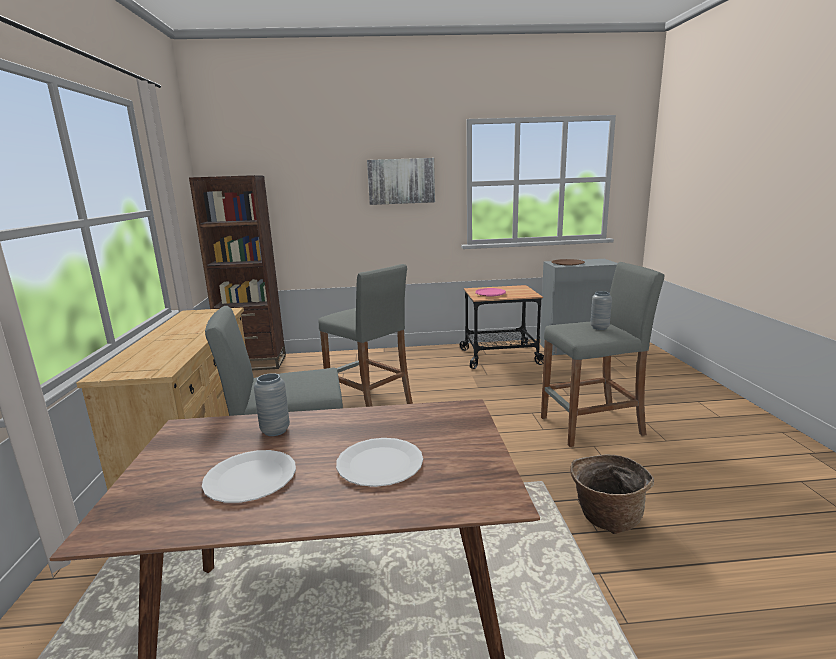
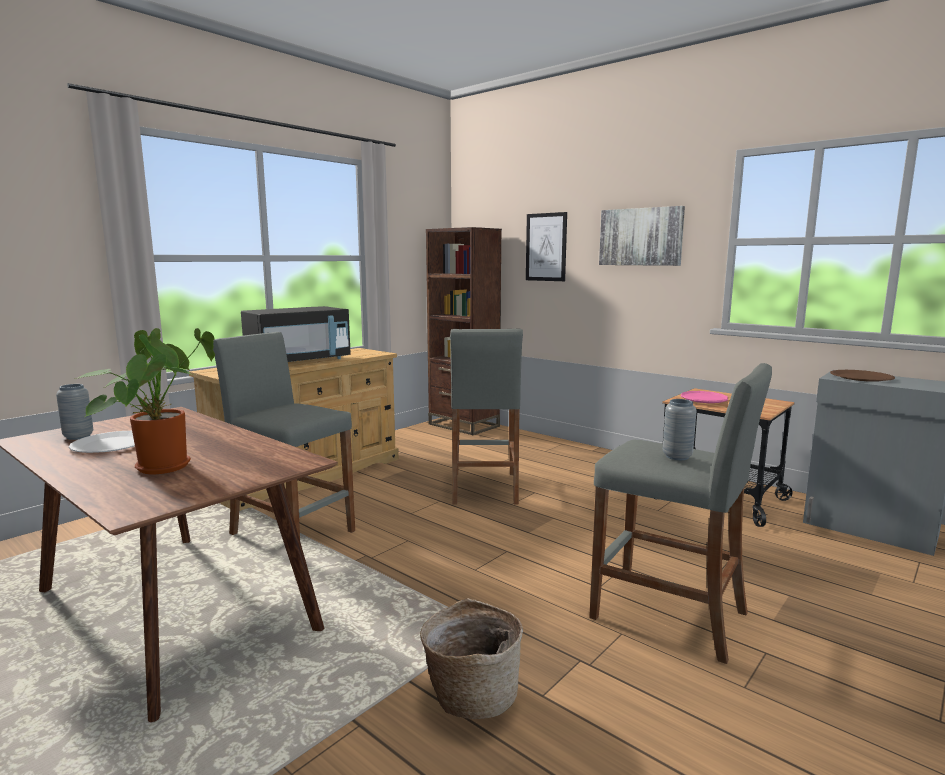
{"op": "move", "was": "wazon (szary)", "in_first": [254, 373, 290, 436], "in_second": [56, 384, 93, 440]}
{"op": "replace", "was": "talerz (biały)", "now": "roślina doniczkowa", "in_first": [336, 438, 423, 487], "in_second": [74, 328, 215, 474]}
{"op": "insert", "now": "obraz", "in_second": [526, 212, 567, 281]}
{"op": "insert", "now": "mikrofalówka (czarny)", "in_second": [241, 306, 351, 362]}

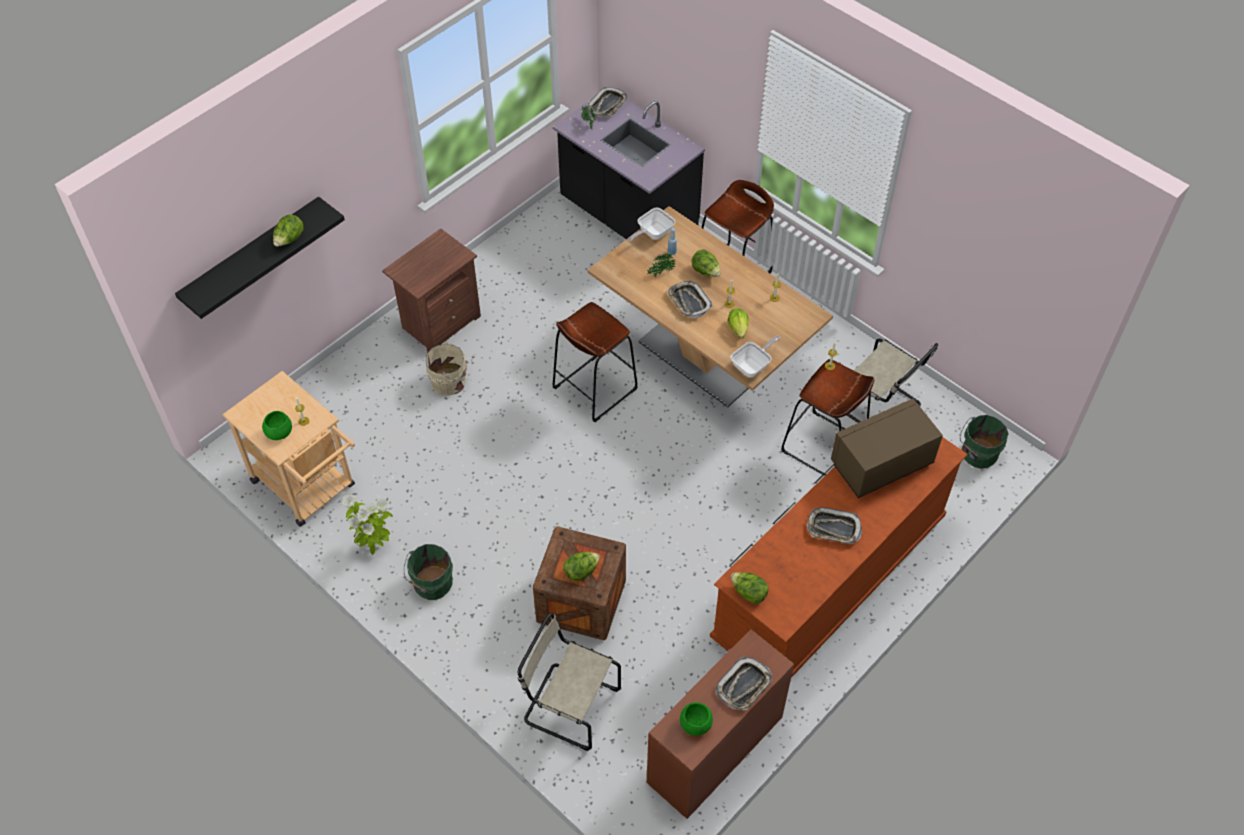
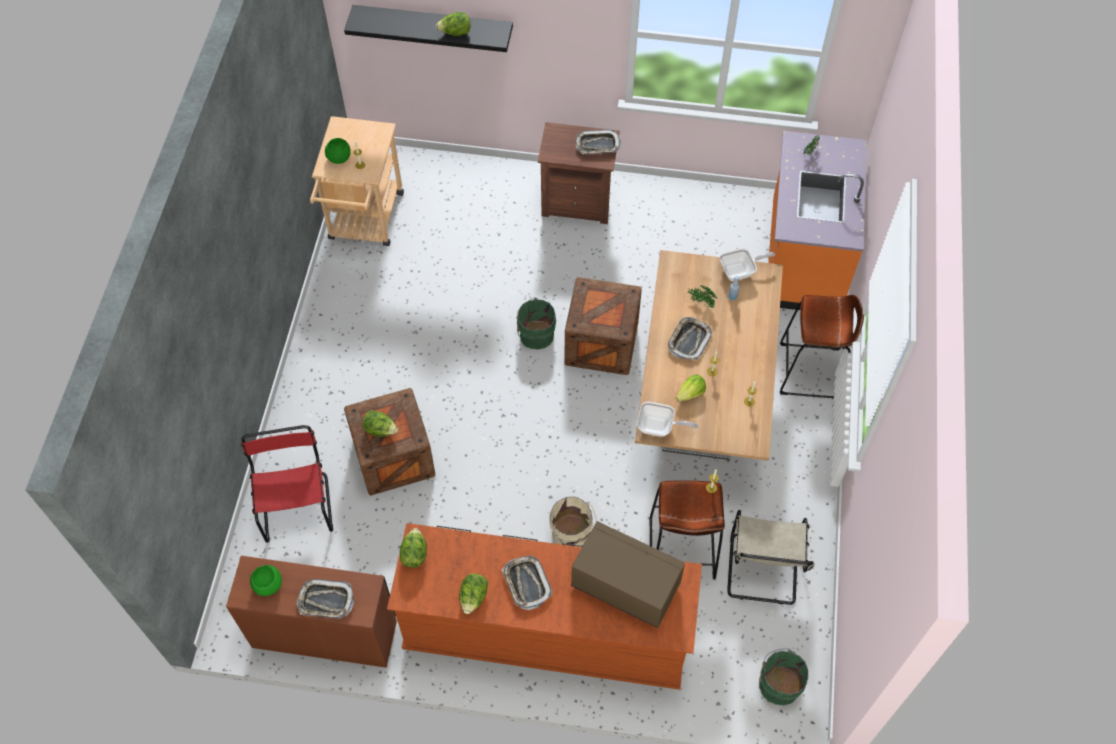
{"op": "move", "was": "taca", "in_first": [587, 87, 628, 117], "in_second": [575, 129, 621, 154]}
{"op": "recolor", "was": "zabudowa kuchenna (czarny)", "now": "zabudowa kuchenna (pomarańczowy)", "in_first": [553, 98, 705, 239], "in_second": [768, 131, 867, 310]}
{"op": "rotate", "was": "patelnia", "in_first": [628, 207, 675, 242], "in_second": [719, 248, 775, 281], "clockwise": 150}
{"op": "move", "was": "sałata", "in_first": [692, 249, 721, 277], "in_second": [459, 574, 488, 614]}
{"op": "replace", "was": "stołek (brązowy)", "now": "skrzynka", "in_first": [553, 302, 637, 422], "in_second": [564, 277, 642, 375]}
{"op": "move", "was": "wiadro (beżowy)", "in_first": [426, 342, 467, 396], "in_second": [549, 497, 597, 547]}
{"op": "delete", "was": "roślina doniczkowa", "in_first": [341, 495, 393, 554]}
{"op": "move", "was": "wiadro (zielony)", "in_first": [404, 544, 453, 600], "in_second": [517, 297, 556, 349]}
{"op": "recolor", "was": "krzesło (beżowy)", "now": "krzesło (czerwony)", "in_first": [518, 613, 621, 751], "in_second": [241, 425, 333, 543]}

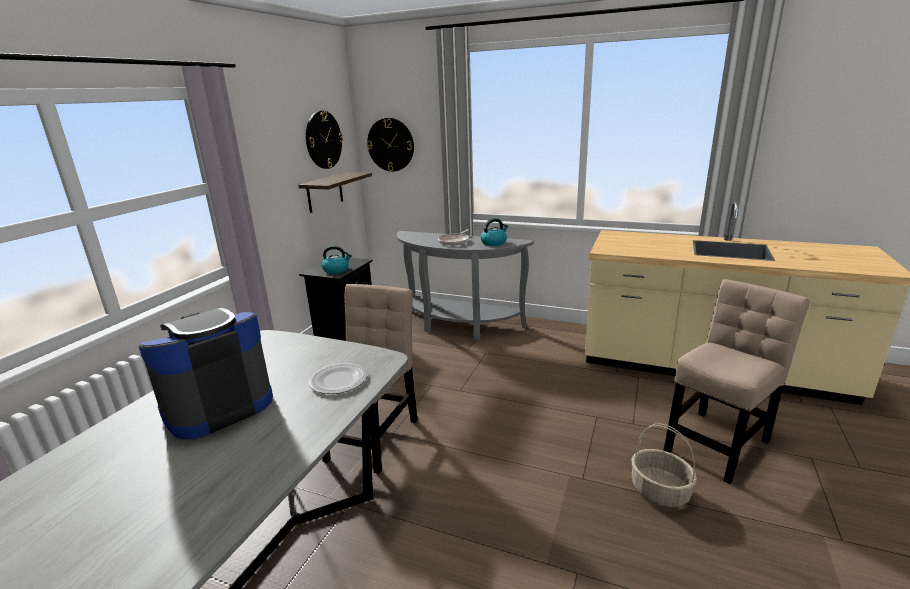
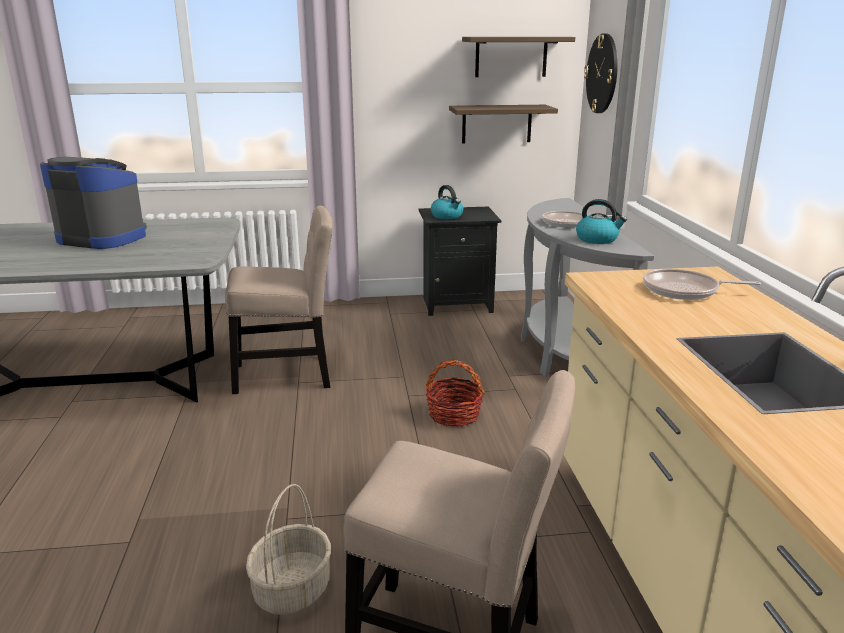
{"op": "replace", "was": "zegar ścienny", "now": "półka", "in_first": [306, 111, 343, 169], "in_second": [462, 37, 575, 77]}
{"op": "delete", "was": "talerz", "in_first": [309, 363, 367, 394]}
{"op": "insert", "now": "patelnia", "in_second": [643, 269, 761, 300]}
{"op": "insert", "now": "koszyk", "in_second": [426, 360, 485, 427]}

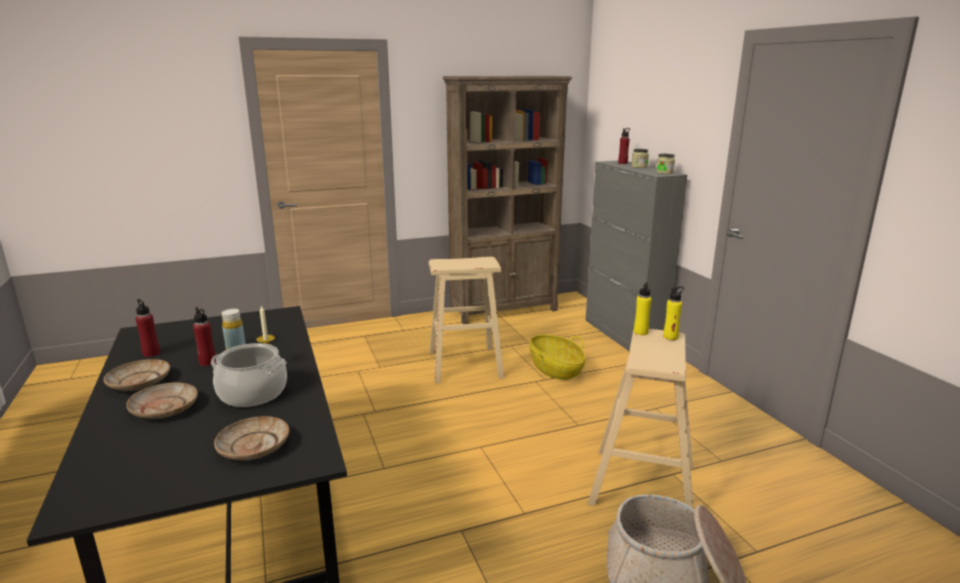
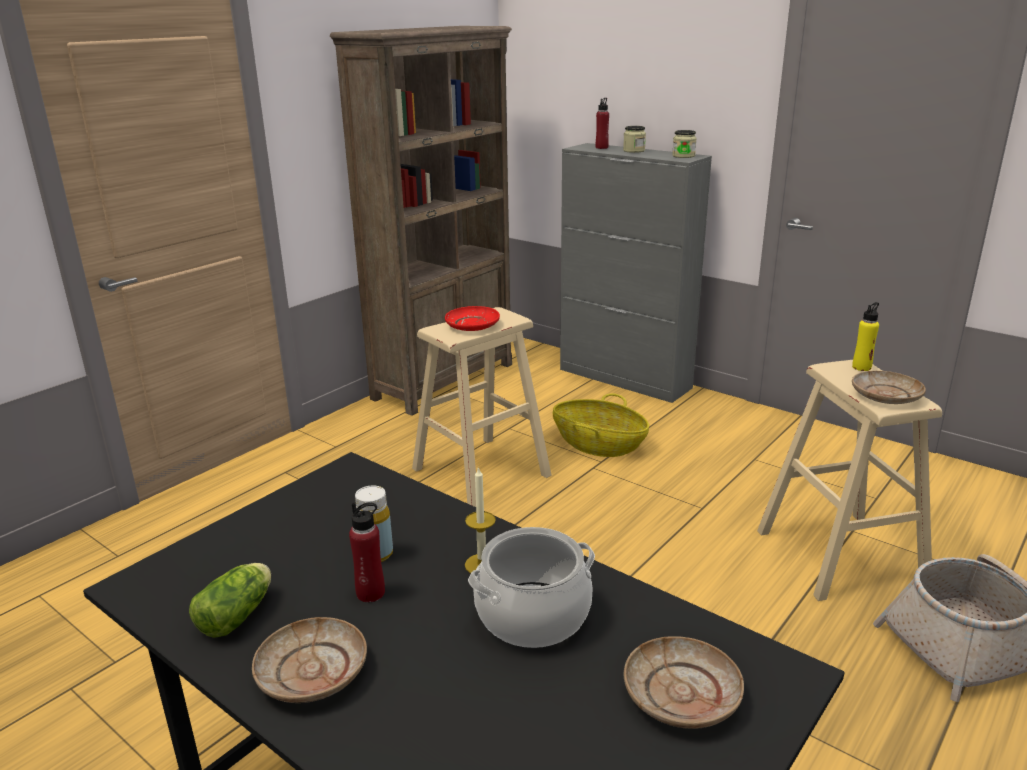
{"op": "delete", "was": "butelka (żółty)", "in_first": [634, 282, 652, 335]}
{"op": "replace", "was": "butelka (czerwony)", "now": "sałata", "in_first": [135, 299, 160, 357], "in_second": [189, 563, 271, 638]}
{"op": "move", "was": "talerz (beżowy)", "in_first": [126, 382, 198, 419], "in_second": [852, 371, 926, 404]}
{"op": "insert", "now": "talerz (czerwony)", "in_second": [445, 306, 500, 331]}

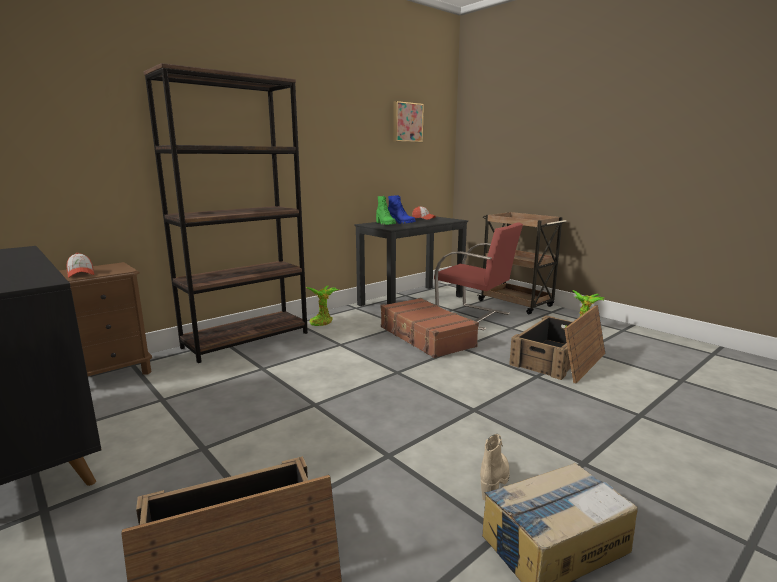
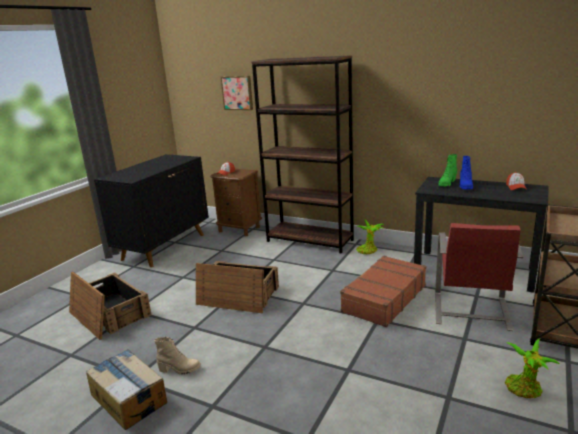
{"op": "move", "was": "obraz", "in_first": [393, 101, 424, 142], "in_second": [221, 76, 253, 110]}
{"op": "move", "was": "skrzynka", "in_first": [509, 305, 605, 383], "in_second": [196, 261, 279, 313]}

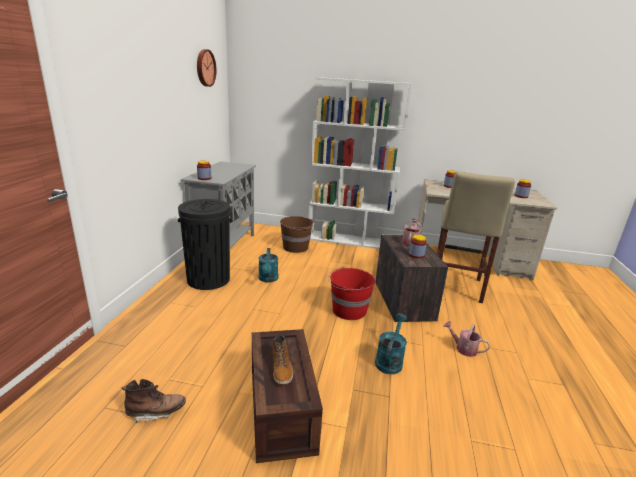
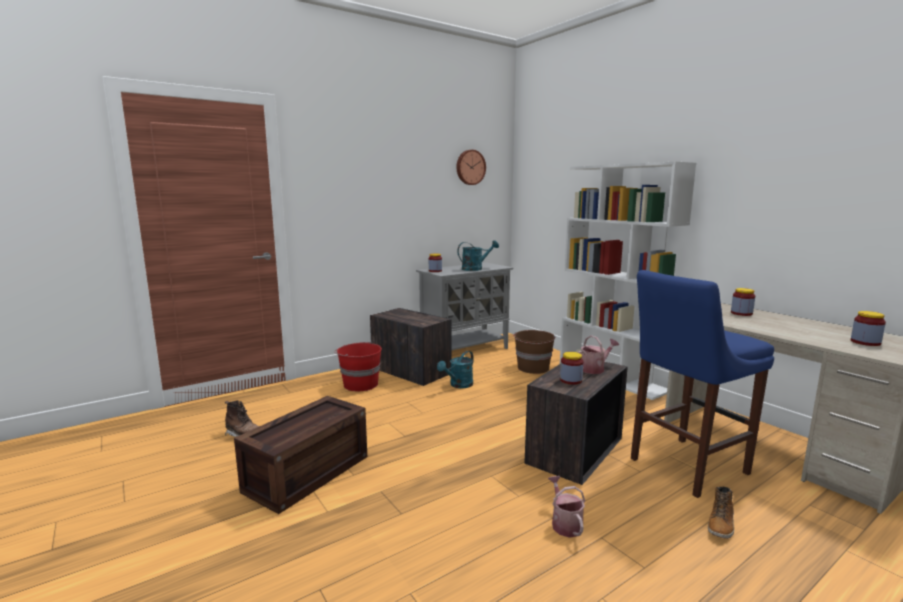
{"op": "recolor", "was": "stołek (beżowy)", "now": "stołek (niebieski)", "in_first": [437, 171, 515, 303], "in_second": [631, 270, 774, 498]}
{"op": "replace", "was": "kosz na śmieci (czarny)", "now": "skrzynka", "in_first": [178, 199, 232, 290], "in_second": [370, 308, 451, 386]}
{"op": "move", "was": "wiadro (czerwony)", "in_first": [328, 267, 375, 320], "in_second": [335, 342, 382, 391]}
{"op": "move", "was": "konewka (turkusowy)", "in_first": [375, 314, 407, 374], "in_second": [457, 240, 499, 271]}
{"op": "move", "was": "but z cholewką", "in_first": [273, 335, 293, 384], "in_second": [708, 487, 734, 539]}

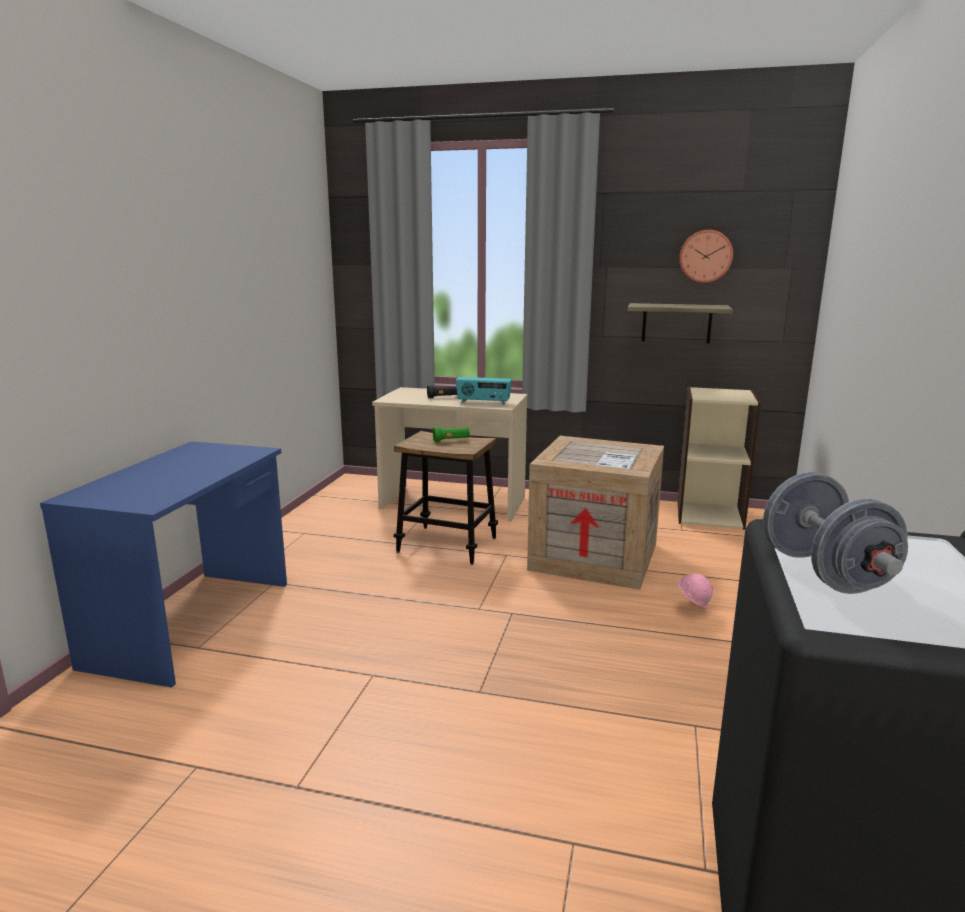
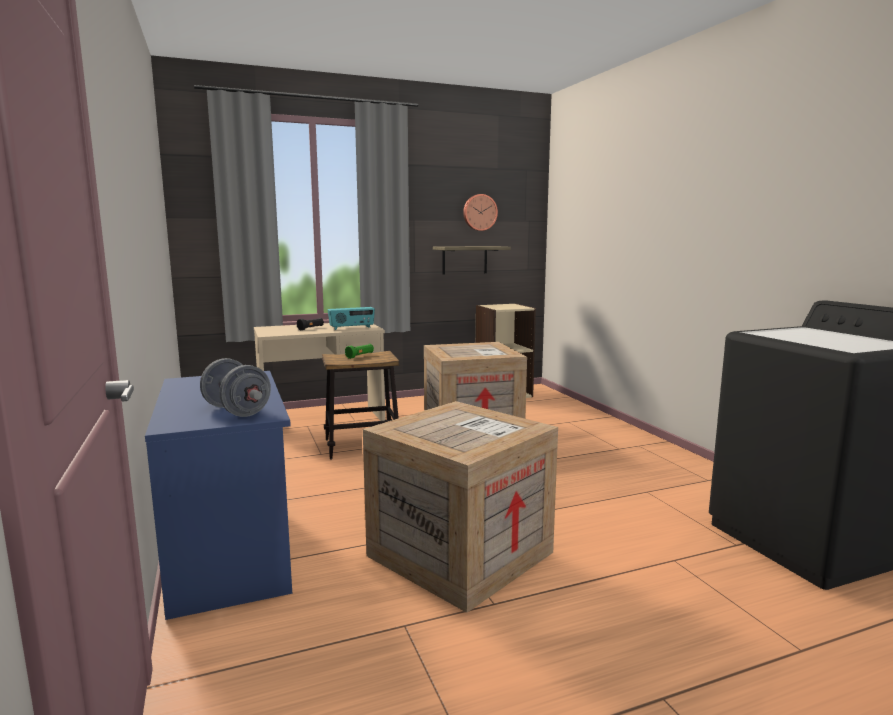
{"op": "move", "was": "hantel (szary)", "in_first": [763, 472, 908, 594], "in_second": [200, 358, 271, 417]}
{"op": "delete", "was": "kask (różowy)", "in_first": [677, 573, 713, 610]}
{"op": "insert", "now": "skrzynka", "in_second": [363, 401, 558, 613]}

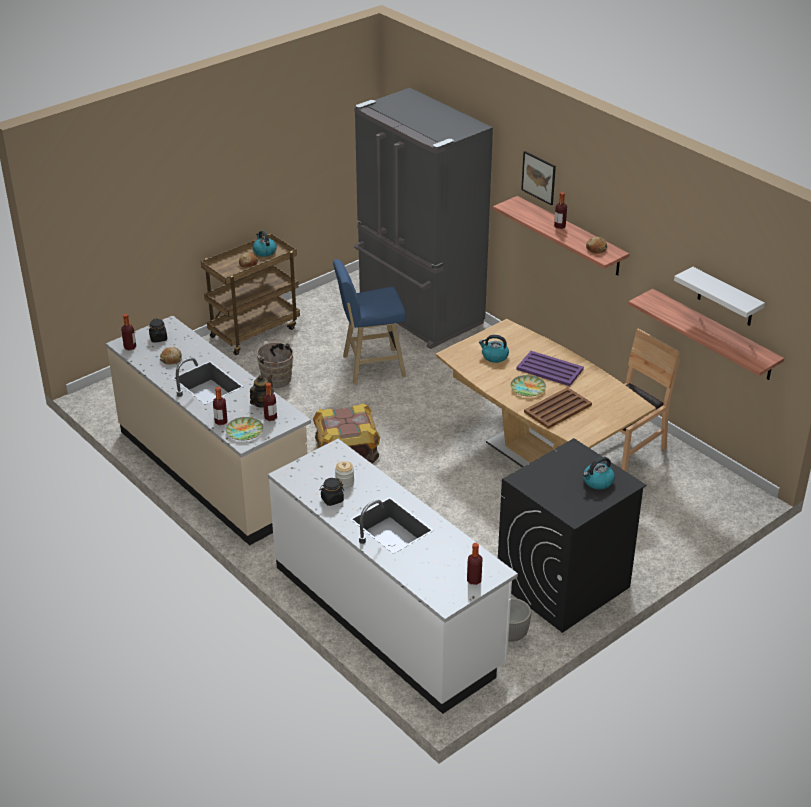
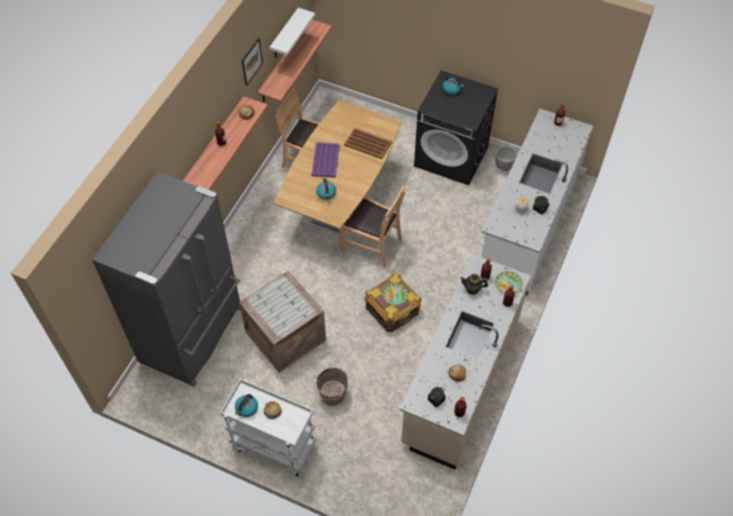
{"op": "move", "was": "obraz", "in_first": [521, 151, 556, 205], "in_second": [242, 38, 263, 86]}
{"op": "recolor", "was": "wózek (brązowy)", "now": "wózek (biały)", "in_first": [201, 233, 300, 355], "in_second": [220, 379, 317, 477]}
{"op": "replace", "was": "stołek (niebieski)", "now": "skrzynka", "in_first": [333, 259, 406, 385], "in_second": [239, 271, 326, 372]}
{"op": "move", "was": "talerz", "in_first": [510, 375, 546, 396], "in_second": [382, 283, 408, 305]}
{"op": "insert", "now": "krzesło (brązowy)", "in_second": [339, 186, 405, 267]}

